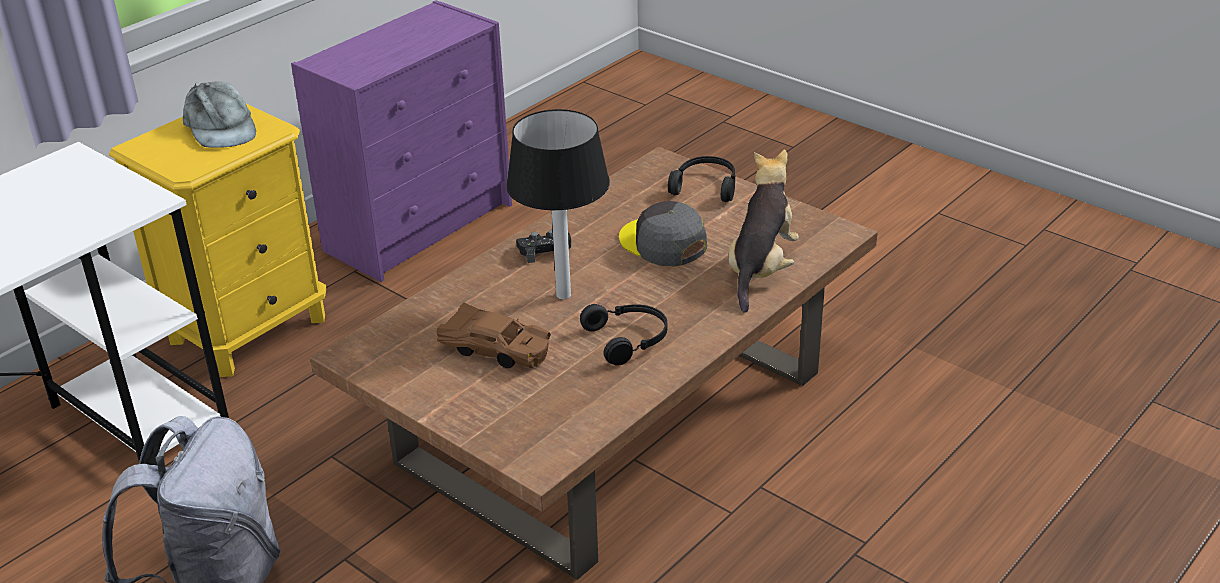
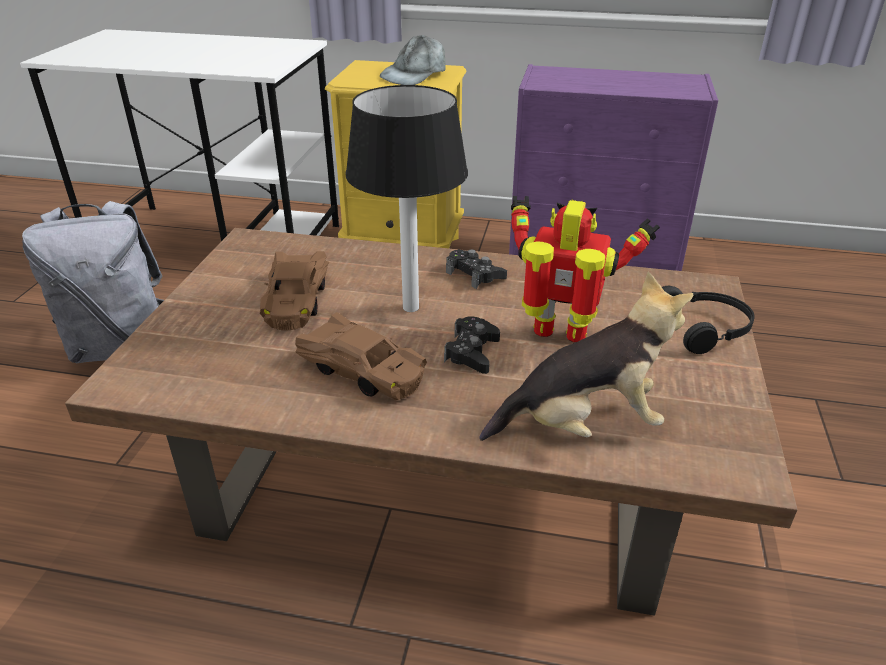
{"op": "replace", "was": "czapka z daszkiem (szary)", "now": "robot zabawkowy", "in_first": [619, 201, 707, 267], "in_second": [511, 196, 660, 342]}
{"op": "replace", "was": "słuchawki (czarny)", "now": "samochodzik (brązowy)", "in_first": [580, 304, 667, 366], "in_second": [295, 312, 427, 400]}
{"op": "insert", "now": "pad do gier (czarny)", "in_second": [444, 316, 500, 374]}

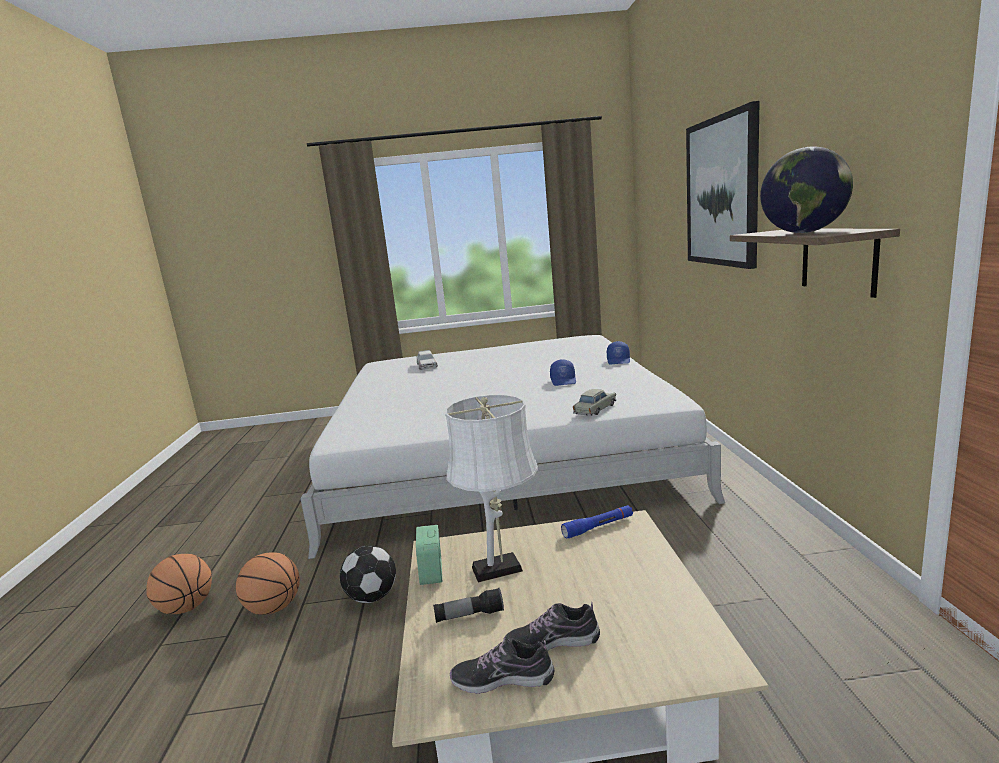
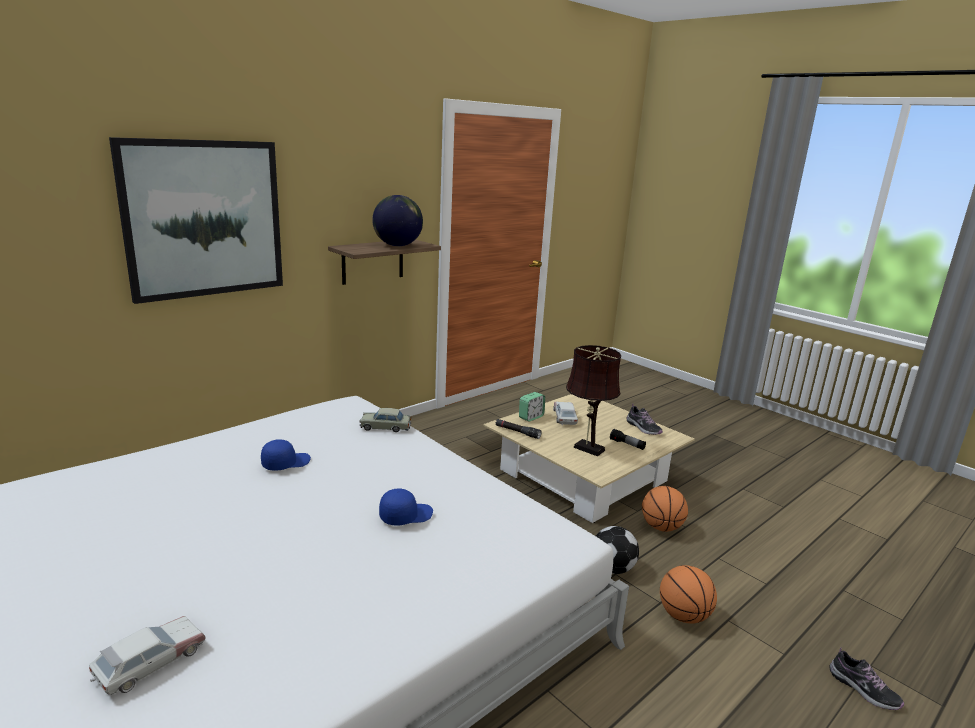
{"op": "move", "was": "czapka z daszkiem (niebieski)", "in_first": [607, 341, 630, 365], "in_second": [379, 488, 433, 526]}
{"op": "recolor", "was": "lampa stołowa (biały)", "now": "lampa stołowa (brązowy)", "in_first": [445, 395, 538, 582], "in_second": [566, 345, 621, 456]}
{"op": "recolor", "was": "latarka (niebieski)", "now": "latarka (czarny)", "in_first": [561, 505, 633, 539], "in_second": [495, 419, 541, 439]}
{"op": "move", "was": "budzik", "in_first": [416, 525, 442, 585], "in_second": [519, 392, 545, 422]}
{"op": "move", "was": "piłka do koszykówki", "in_first": [146, 554, 212, 614], "in_second": [642, 486, 688, 532]}
{"op": "move", "was": "but", "in_first": [503, 602, 600, 651], "in_second": [829, 647, 904, 710]}
{"op": "insert", "now": "samochodzik", "in_second": [553, 402, 578, 425]}

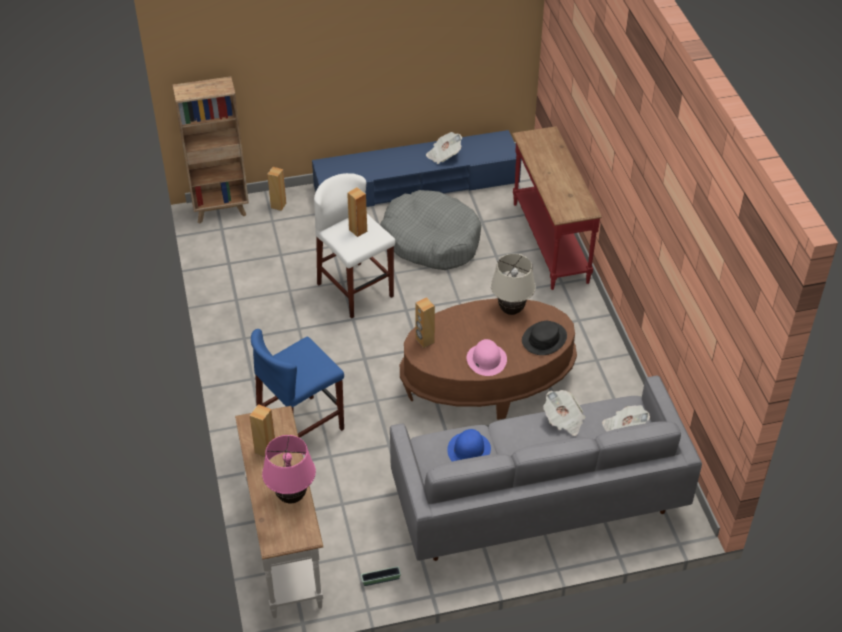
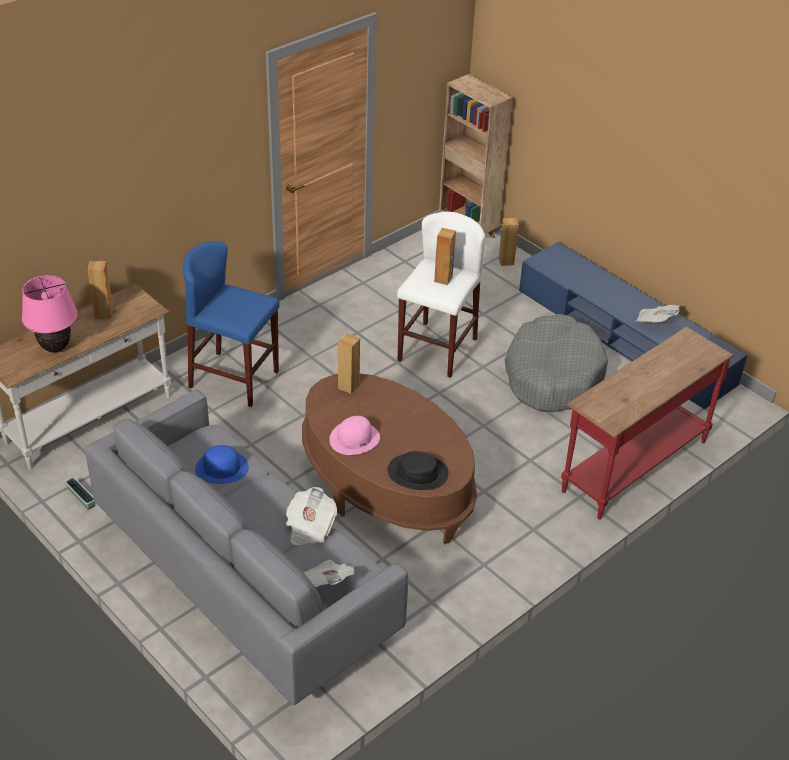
{"op": "delete", "was": "lampa stołowa (beżowy)", "in_first": [491, 253, 536, 315]}

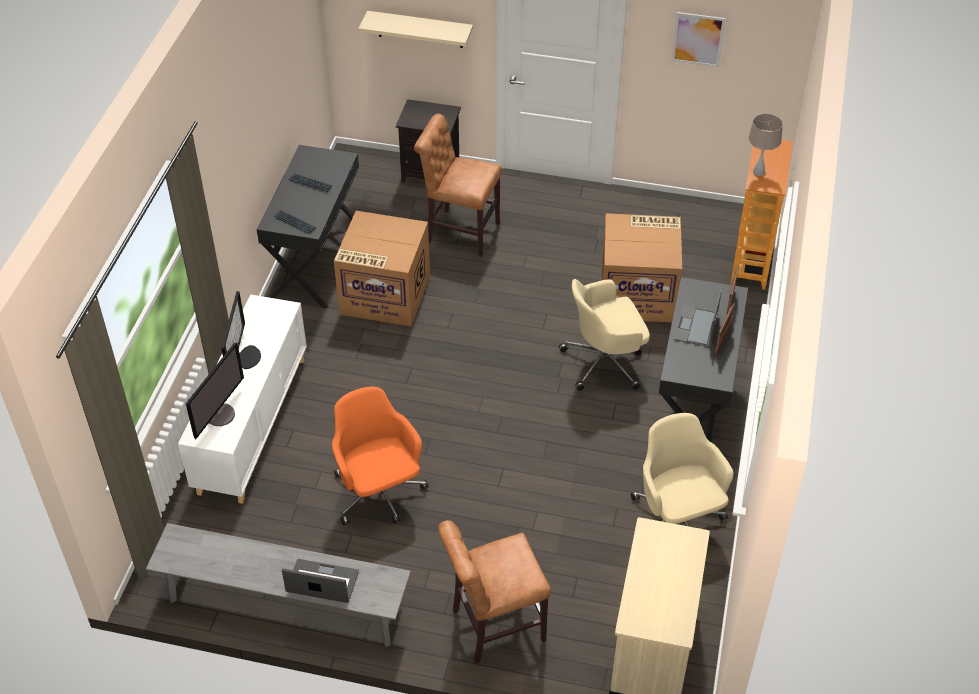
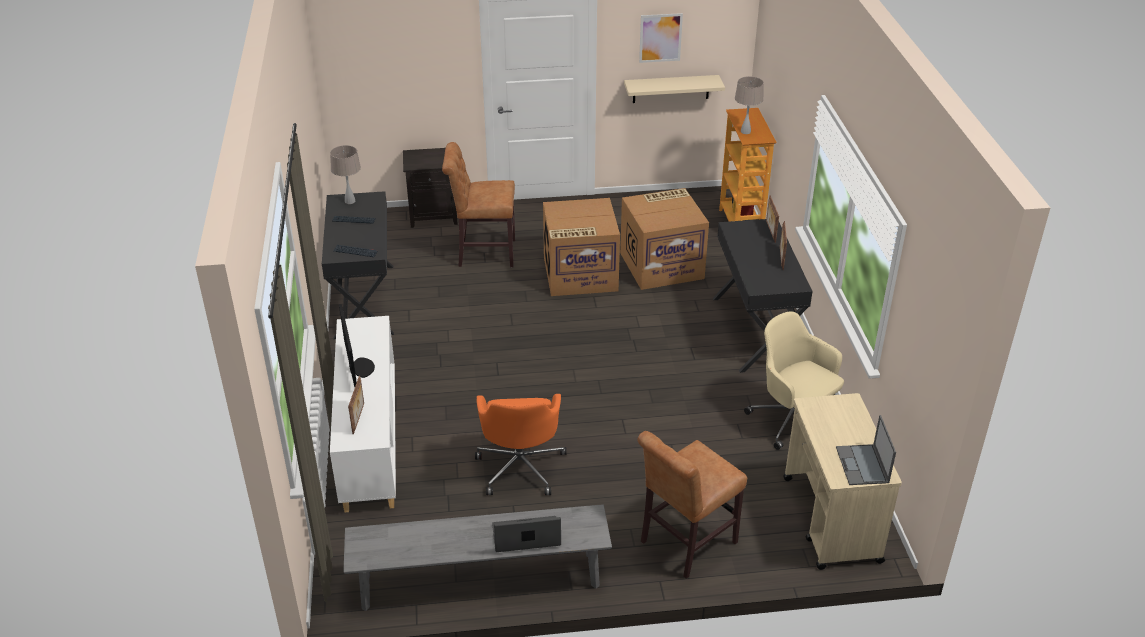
{"op": "move", "was": "półka (beżowy)", "in_first": [358, 11, 473, 48], "in_second": [624, 75, 725, 103]}
{"op": "move", "was": "karton", "in_first": [334, 211, 430, 327], "in_second": [543, 198, 620, 296]}
{"op": "delete", "was": "krzesło biurowe (beżowy)", "in_first": [559, 279, 650, 391]}
{"op": "move", "was": "laptop", "in_first": [674, 287, 722, 347], "in_second": [836, 415, 896, 485]}
{"op": "replace", "was": "monitor", "now": "ramka na zdjęcie", "in_first": [186, 343, 244, 439], "in_second": [348, 376, 364, 435]}
{"op": "rotate", "was": "krzesło biurowe (pomarańczowy)", "in_first": [332, 387, 429, 525], "in_second": [475, 394, 567, 495], "clockwise": -135}
{"op": "insert", "now": "lampa stołowa (beżowy)", "in_second": [330, 145, 361, 204]}

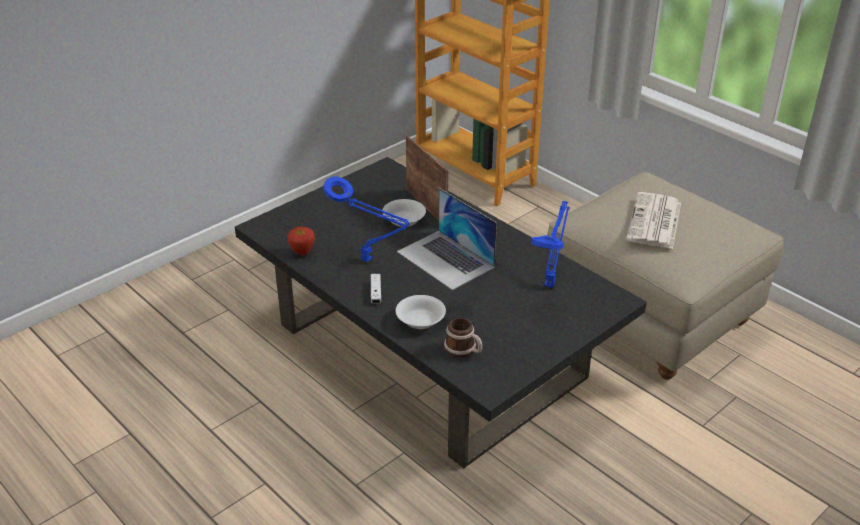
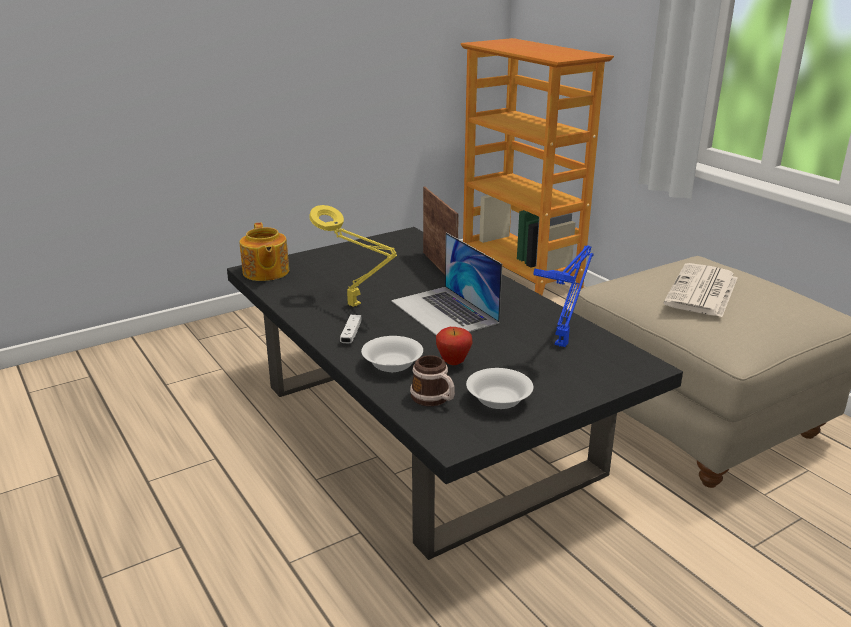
{"op": "recolor", "was": "lampa stołowa (niebieski)", "now": "lampa stołowa (żółty)", "in_first": [323, 177, 410, 262], "in_second": [309, 205, 397, 307]}
{"op": "move", "was": "miska (biały)", "in_first": [382, 199, 426, 227], "in_second": [466, 368, 533, 409]}
{"op": "move", "was": "jabłko", "in_first": [287, 227, 315, 255], "in_second": [436, 327, 473, 365]}
{"op": "insert", "now": "imbryk", "in_second": [239, 223, 289, 281]}

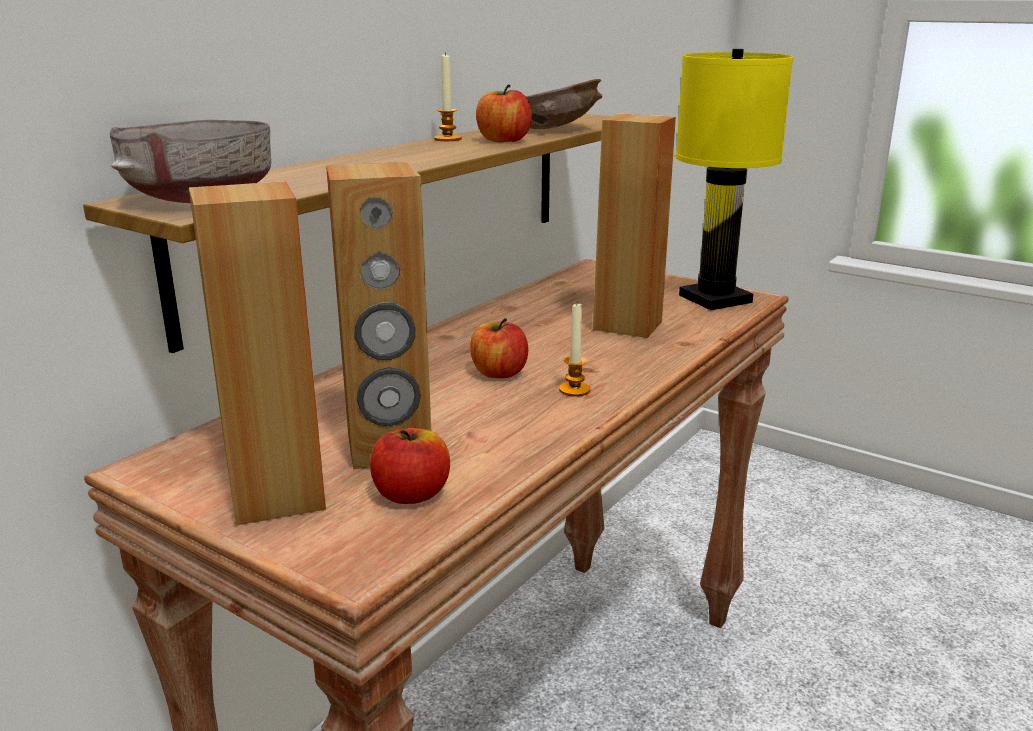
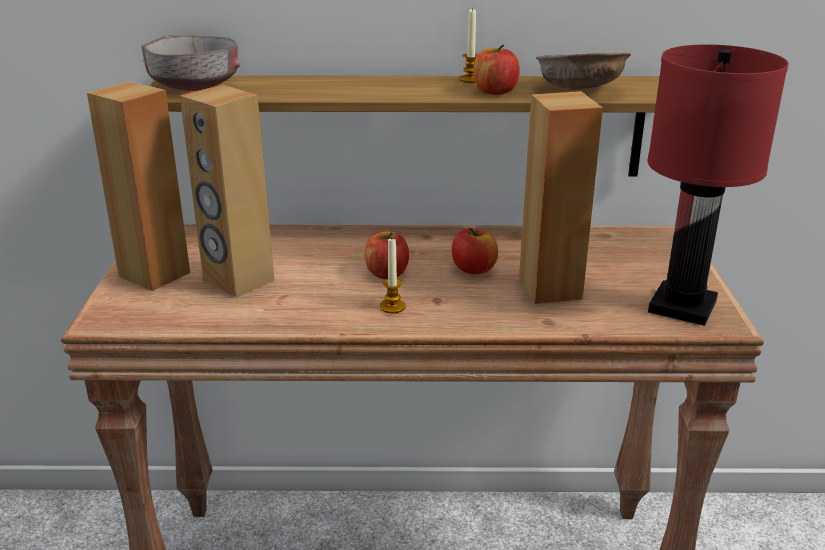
{"op": "recolor", "was": "lampa stołowa (żółty)", "now": "lampa stołowa (czerwony)", "in_first": [675, 49, 794, 310], "in_second": [648, 44, 789, 326]}
{"op": "move", "was": "jabłko", "in_first": [370, 428, 450, 504], "in_second": [452, 228, 498, 274]}

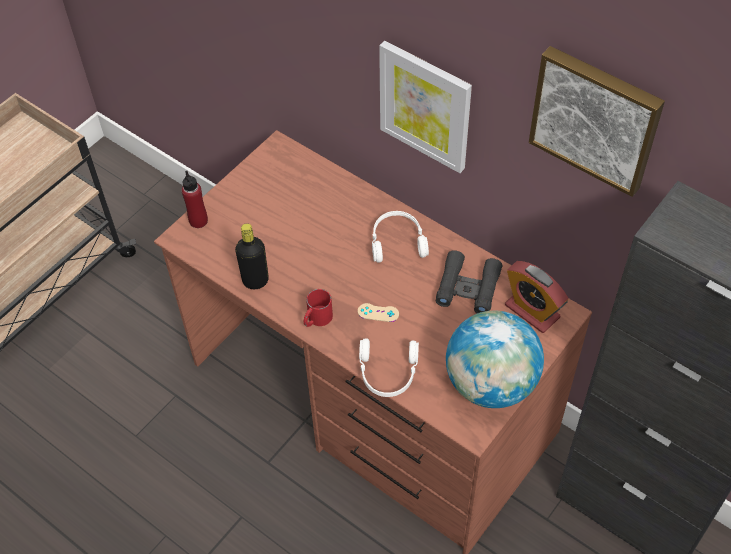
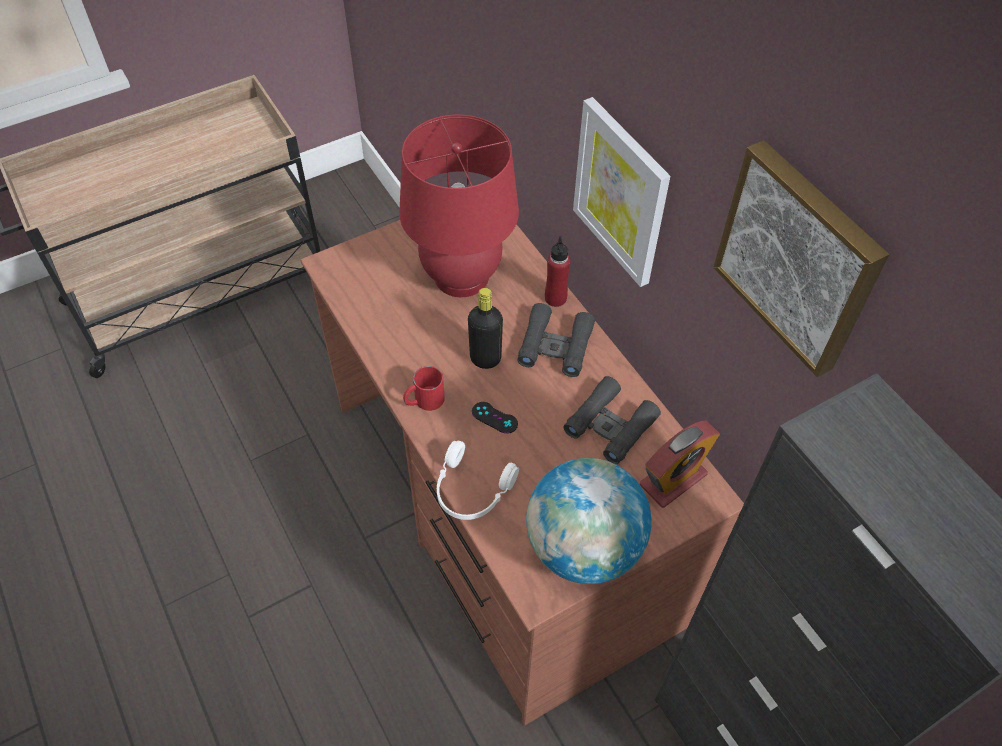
{"op": "move", "was": "butelka (czerwony)", "in_first": [182, 171, 208, 228], "in_second": [545, 236, 571, 307]}
{"op": "replace", "was": "słuchawki (biały)", "now": "lornetka (czarny)", "in_first": [372, 211, 429, 263], "in_second": [517, 303, 595, 377]}
{"op": "move", "was": "butelka (czarny)", "in_first": [235, 223, 269, 289], "in_second": [468, 288, 503, 369]}
{"op": "rotate", "was": "budzik", "in_first": [505, 261, 568, 333], "in_second": [640, 420, 720, 508], "clockwise": -105}
{"op": "recolor", "was": "pad do gier (beżowy)", "now": "pad do gier (czarny)", "in_first": [358, 303, 399, 322], "in_second": [472, 402, 518, 434]}
{"op": "insert", "now": "lampa stołowa (czerwony)", "in_second": [399, 115, 519, 297]}

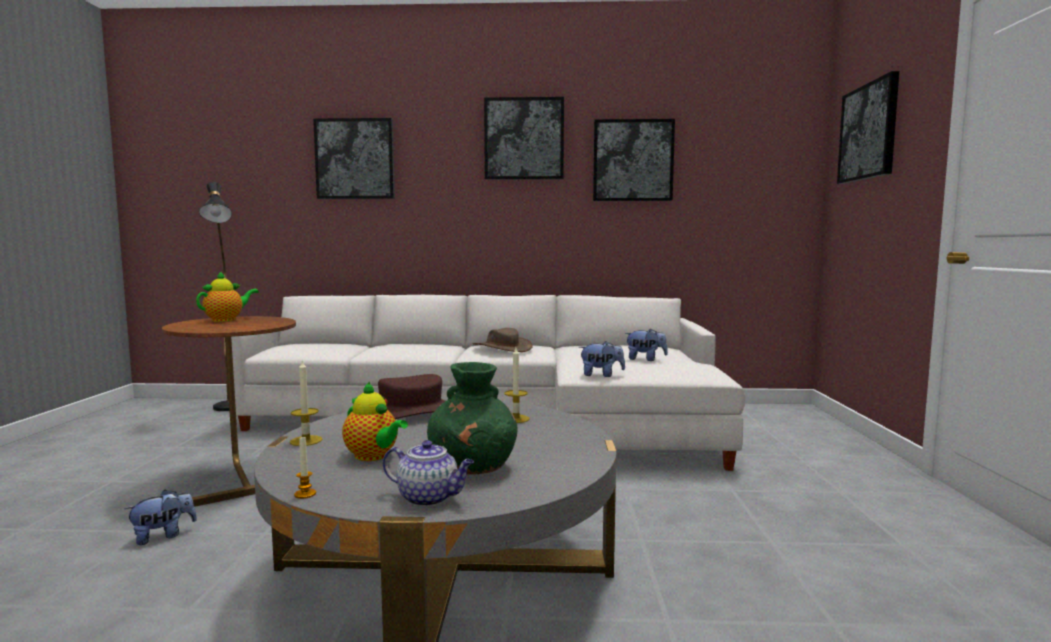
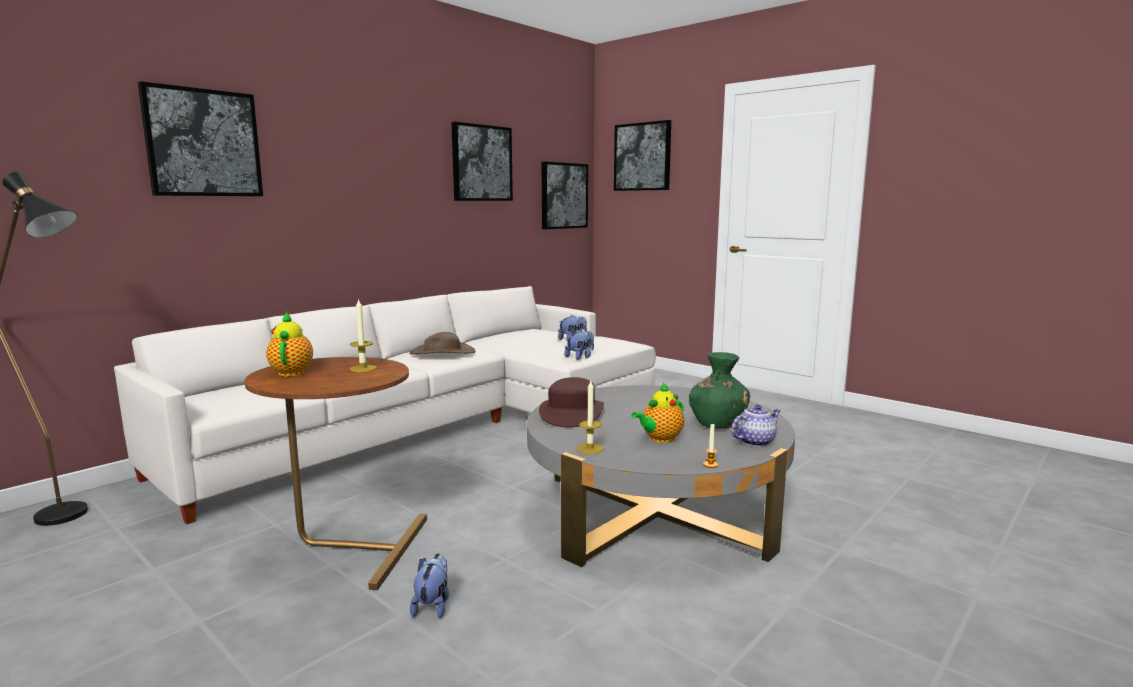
{"op": "move", "was": "obraz", "in_first": [484, 97, 564, 180], "in_second": [542, 162, 588, 229]}
{"op": "move", "was": "świeca", "in_first": [504, 348, 530, 423], "in_second": [349, 298, 377, 372]}
{"op": "rotate", "was": "imbryk", "in_first": [342, 381, 408, 461], "in_second": [631, 382, 684, 443], "clockwise": 150}

